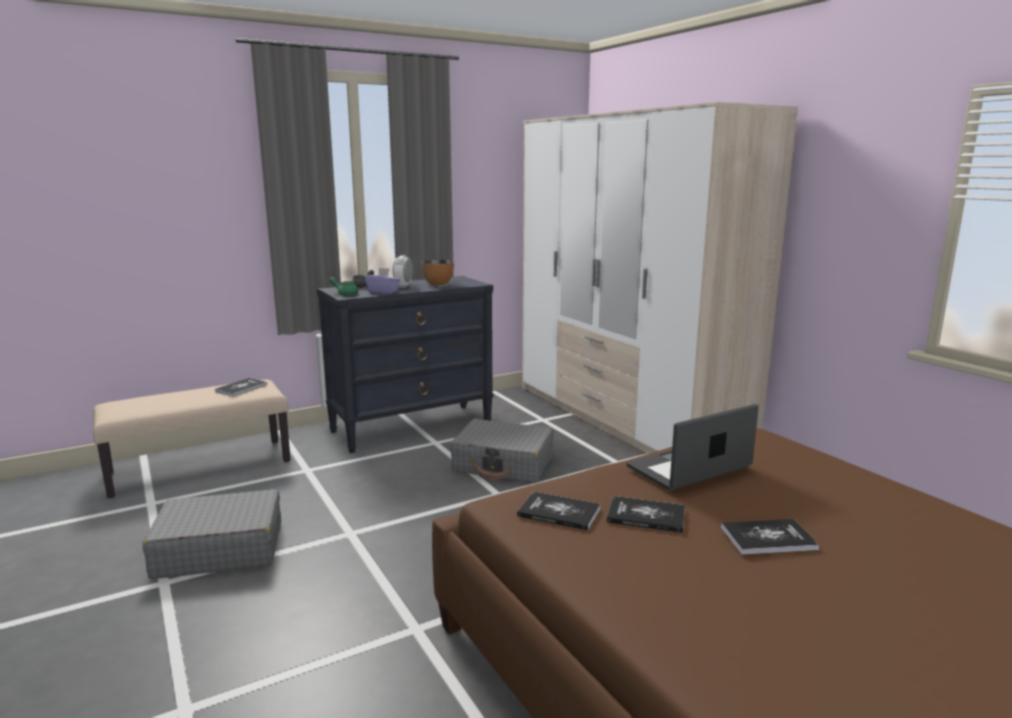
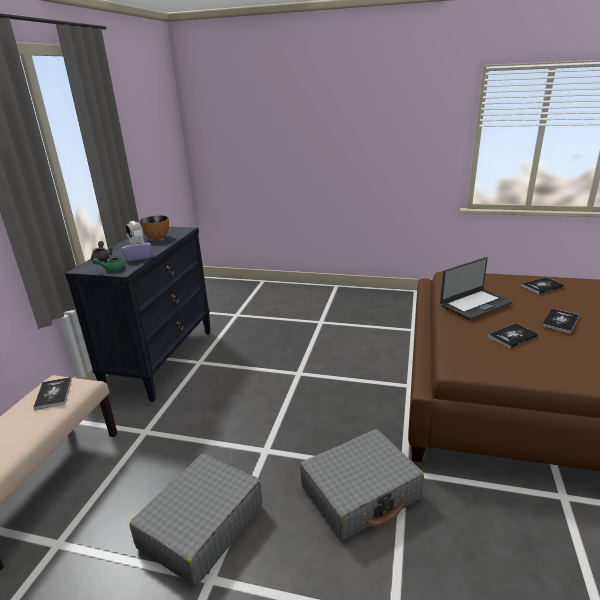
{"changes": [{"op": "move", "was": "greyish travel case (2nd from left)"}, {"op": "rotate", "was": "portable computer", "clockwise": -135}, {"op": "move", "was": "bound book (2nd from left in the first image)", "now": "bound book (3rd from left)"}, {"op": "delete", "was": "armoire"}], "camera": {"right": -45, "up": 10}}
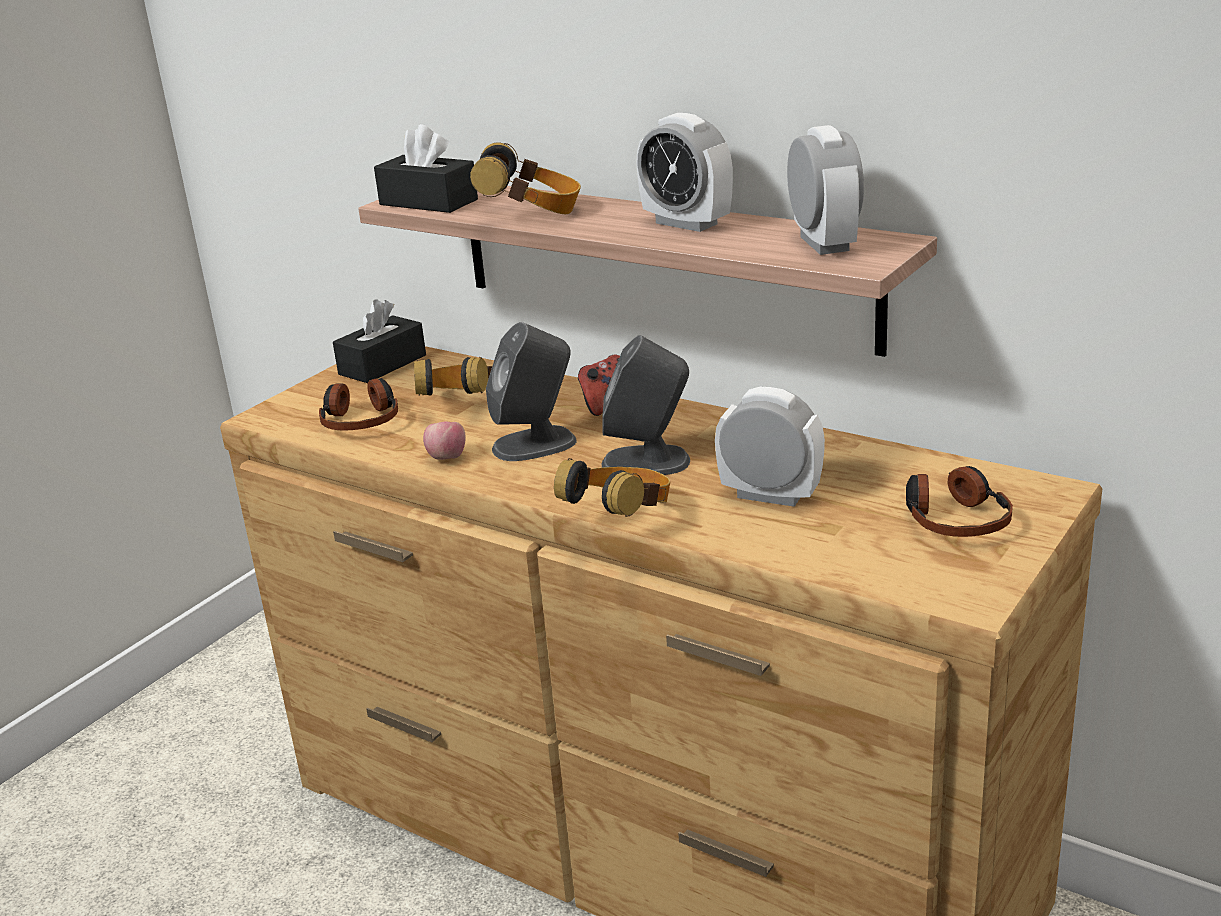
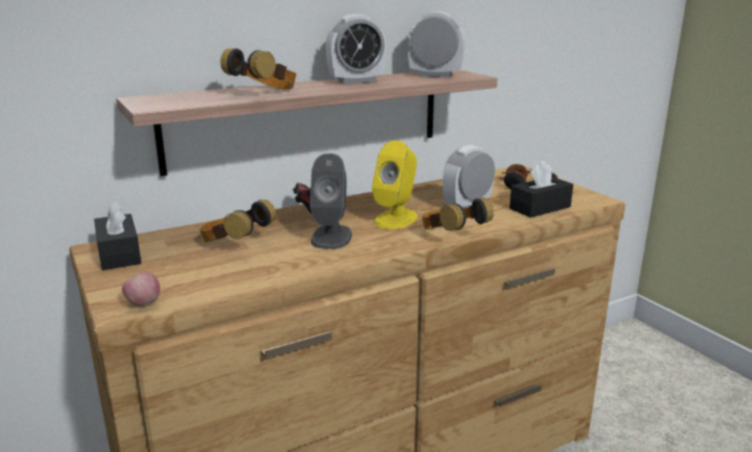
{"changes": [{"op": "move", "was": "apple fruit"}, {"op": "recolor", "was": "greyish speaker (2nd from left)", "now": "yellow speaker"}, {"op": "move", "was": "blackish tissue holder (2nd from left)"}, {"op": "delete", "was": "pair of headphones (1st from left)"}], "camera": {"right": -65, "up": -5}}
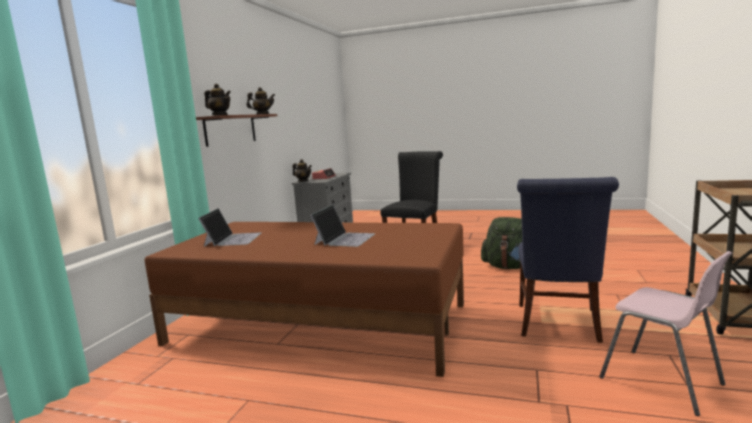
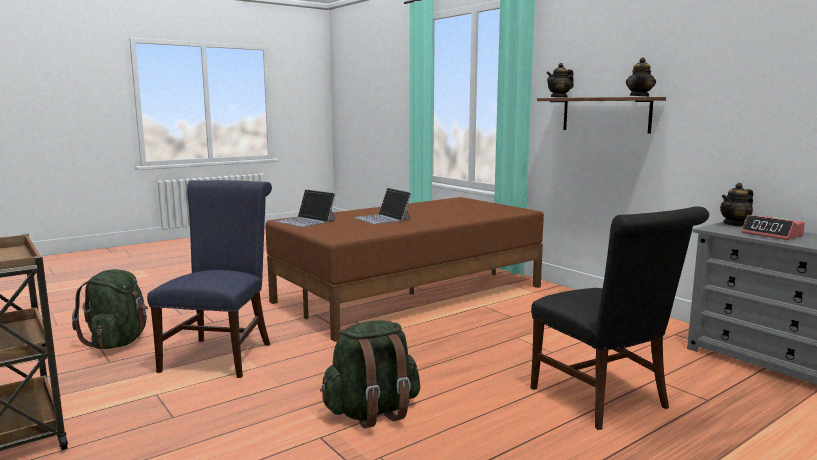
{"changes": [{"op": "replace", "was": "pinkish chair", "now": "green rucksack (1st from left)"}, {"op": "rotate", "was": "blue-coloured chair", "clockwise": 45}, {"op": "move", "was": "portable computer (1st from left)"}], "camera": {"right": 125, "up": 0}}
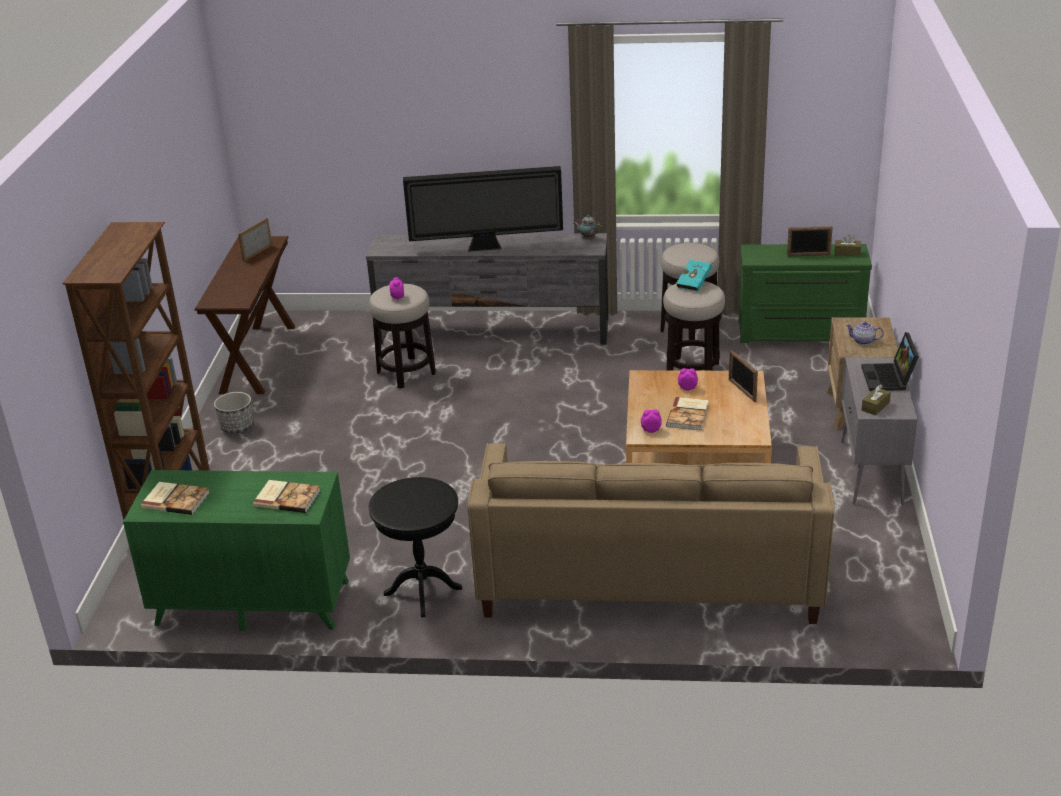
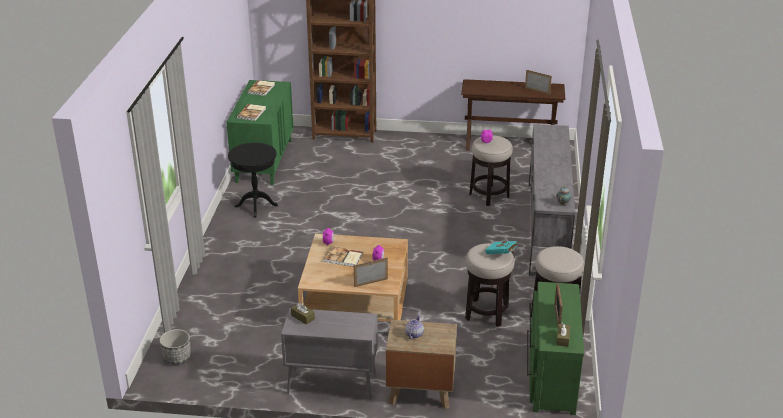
{"changes": [{"op": "move", "was": "plant pot"}, {"op": "delete", "was": "TV"}, {"op": "delete", "was": "beige-coloured sofa"}, {"op": "delete", "was": "portable computer"}], "camera": {"right": 90, "up": 0}}
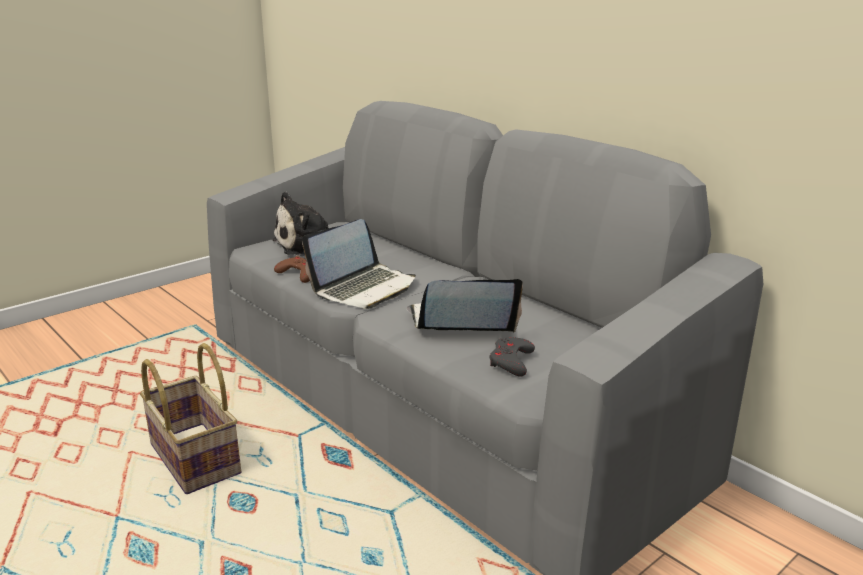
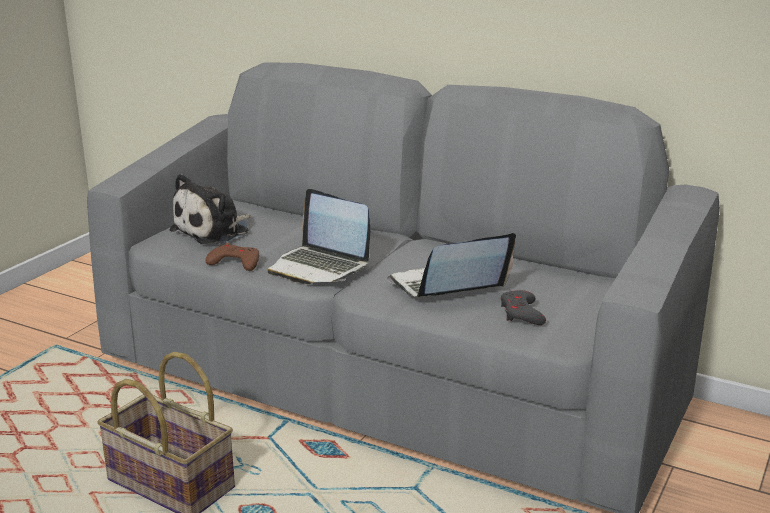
{"changes": [{"op": "rotate", "was": "portable computer (1st from left)", "clockwise": 105}], "camera": {"right": -20, "up": 0}}
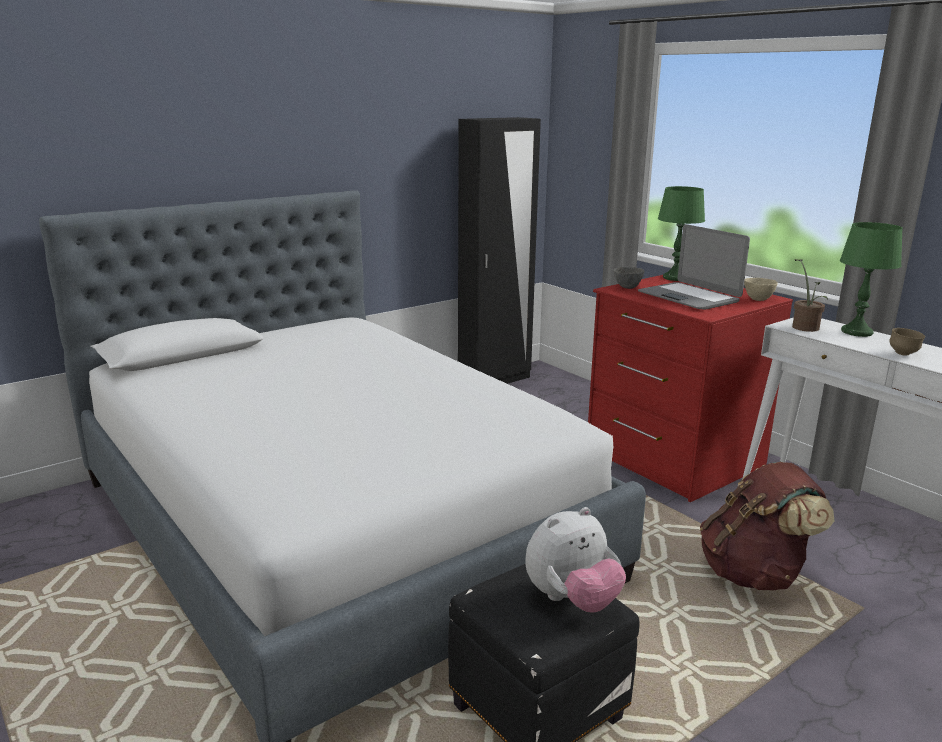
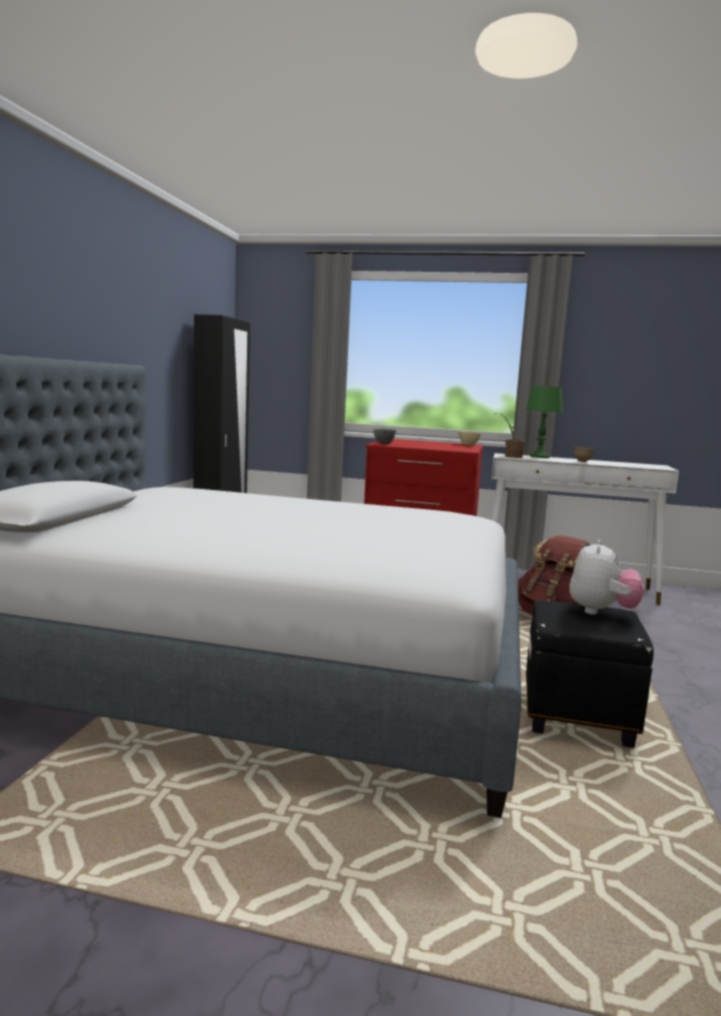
{"changes": [{"op": "delete", "was": "portable computer"}, {"op": "delete", "was": "green lamp for a table (1st from left)"}], "camera": {"right": -40, "up": -10}}
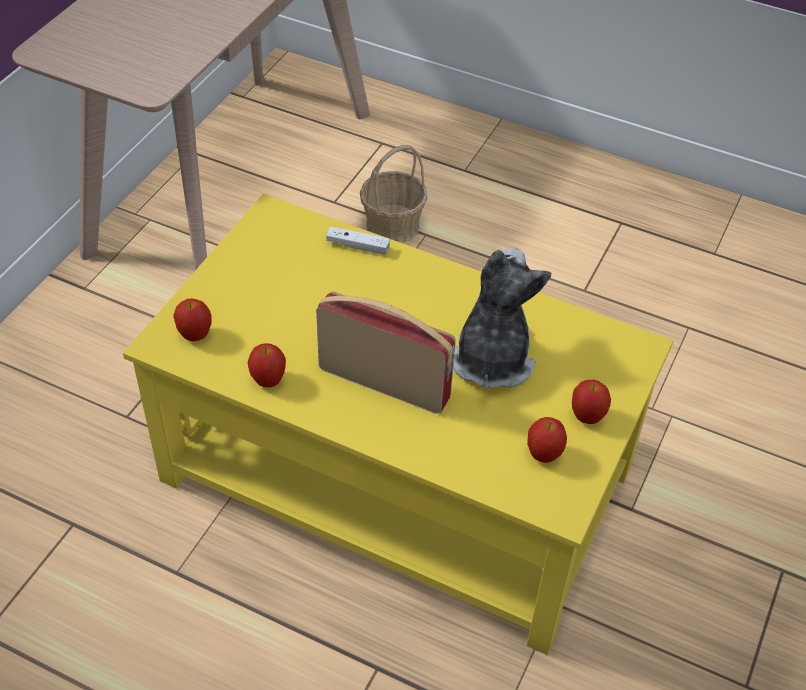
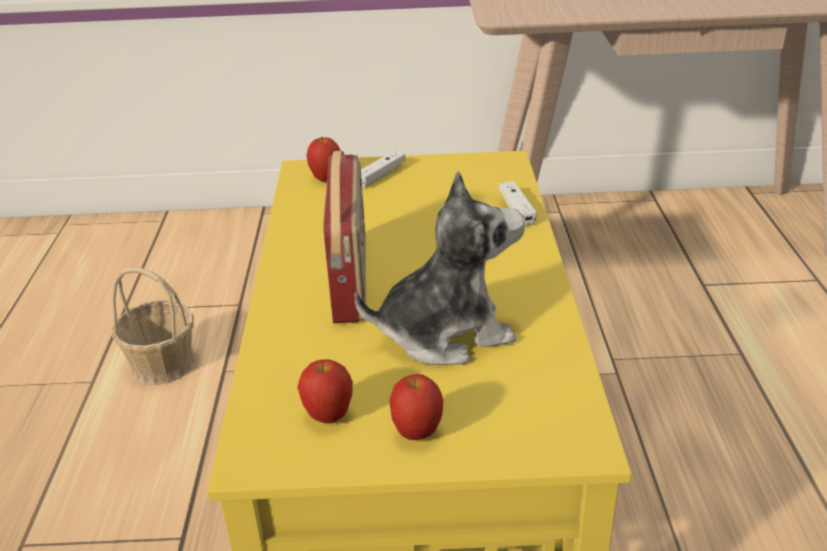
{"changes": [{"op": "move", "was": "basket"}, {"op": "insert", "now": "white gamepad (1st from left)"}, {"op": "delete", "was": "apple fruit (2nd from left)"}], "camera": {"right": 65, "up": -15}}
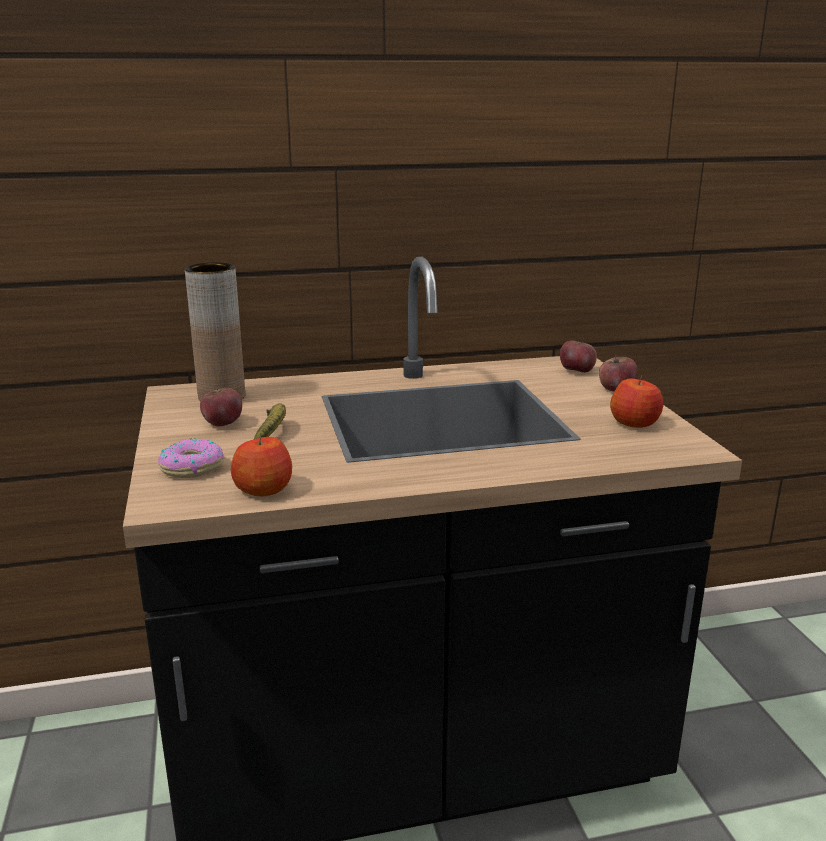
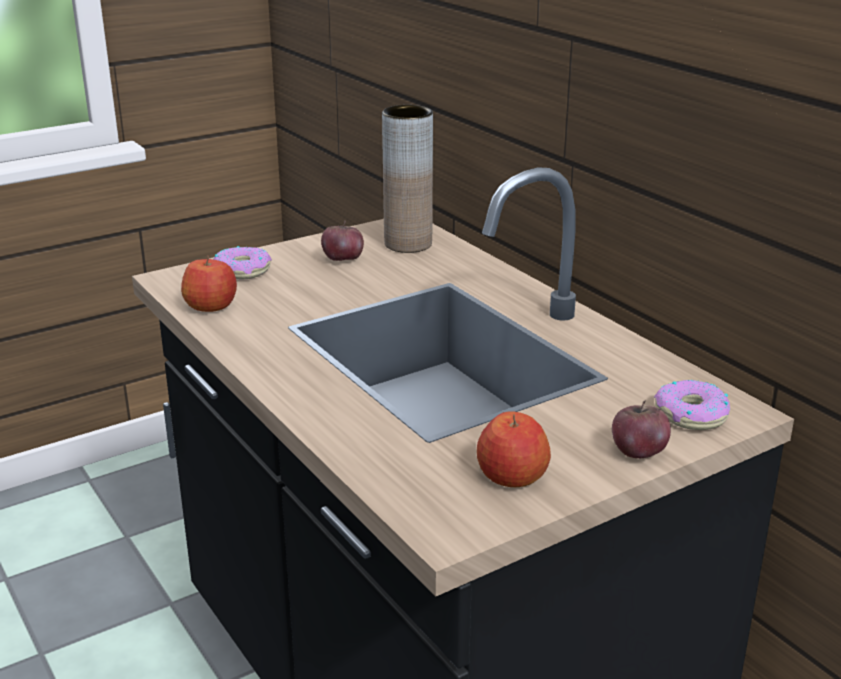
{"changes": [{"op": "replace", "was": "apple fruit (3rd from left)", "now": "ring doughnut (2nd from left)"}, {"op": "delete", "was": "banana fruit"}], "camera": {"right": 70, "up": 5}}
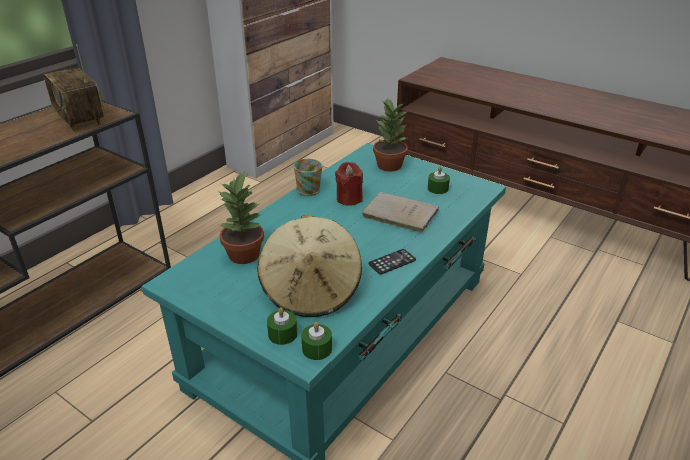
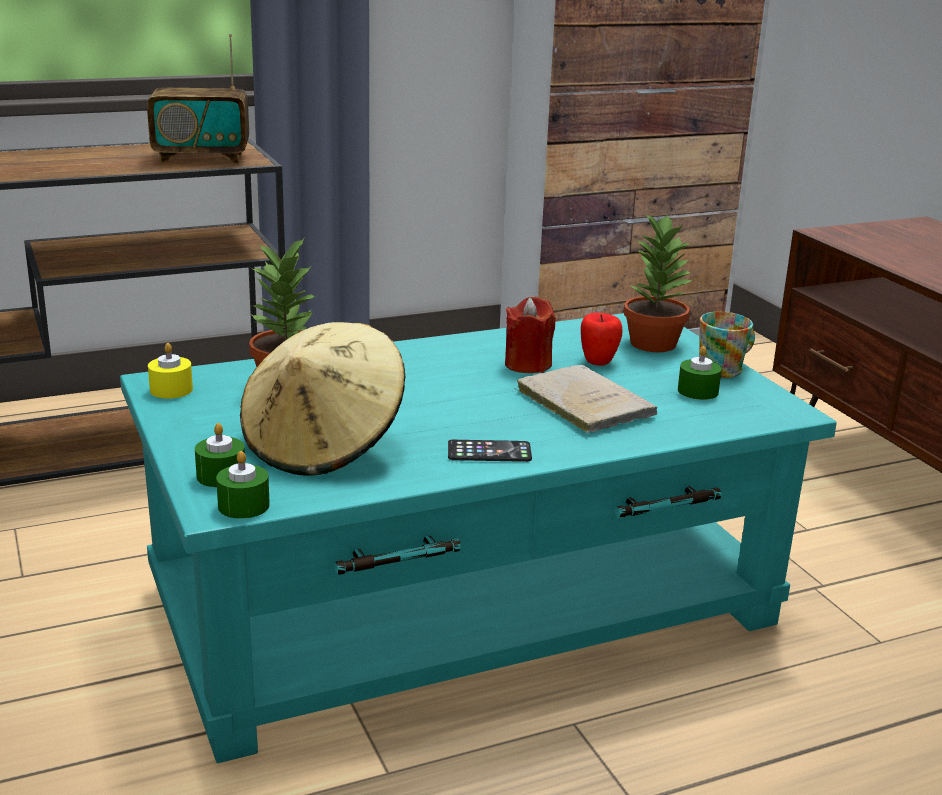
{"changes": [{"op": "rotate", "was": "radio set", "clockwise": -90}, {"op": "insert", "now": "yellow wax candle"}, {"op": "insert", "now": "apple fruit"}, {"op": "move", "was": "mug"}], "camera": {"right": 30, "up": -10}}
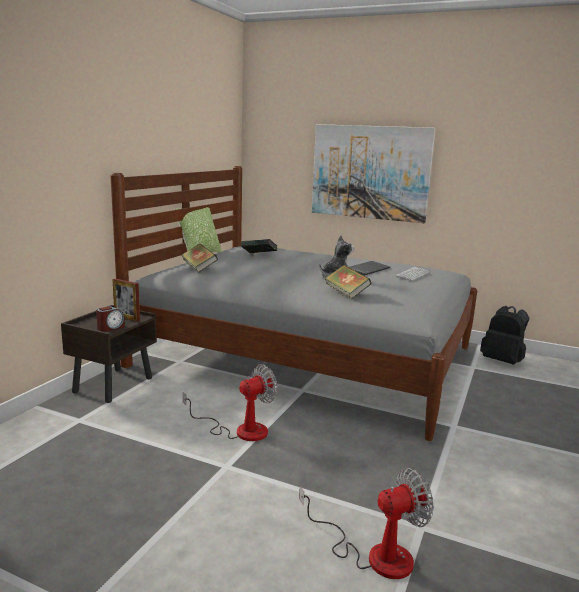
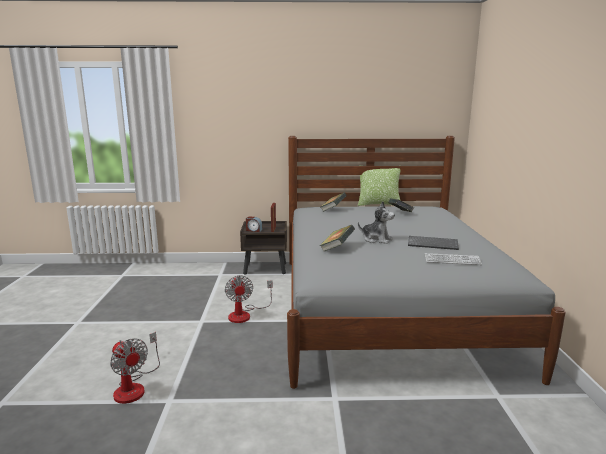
{"changes": [{"op": "rotate", "was": "fan (1st from left in the first image)", "clockwise": 45}, {"op": "delete", "was": "picture"}, {"op": "delete", "was": "blackish rucksack"}], "camera": {"right": 65, "up": 0}}
